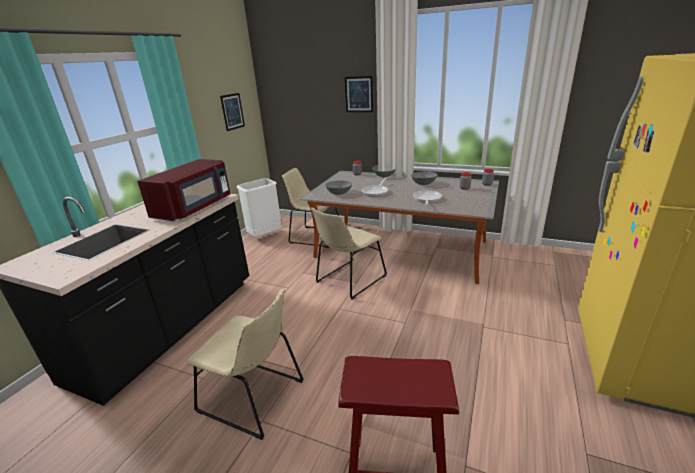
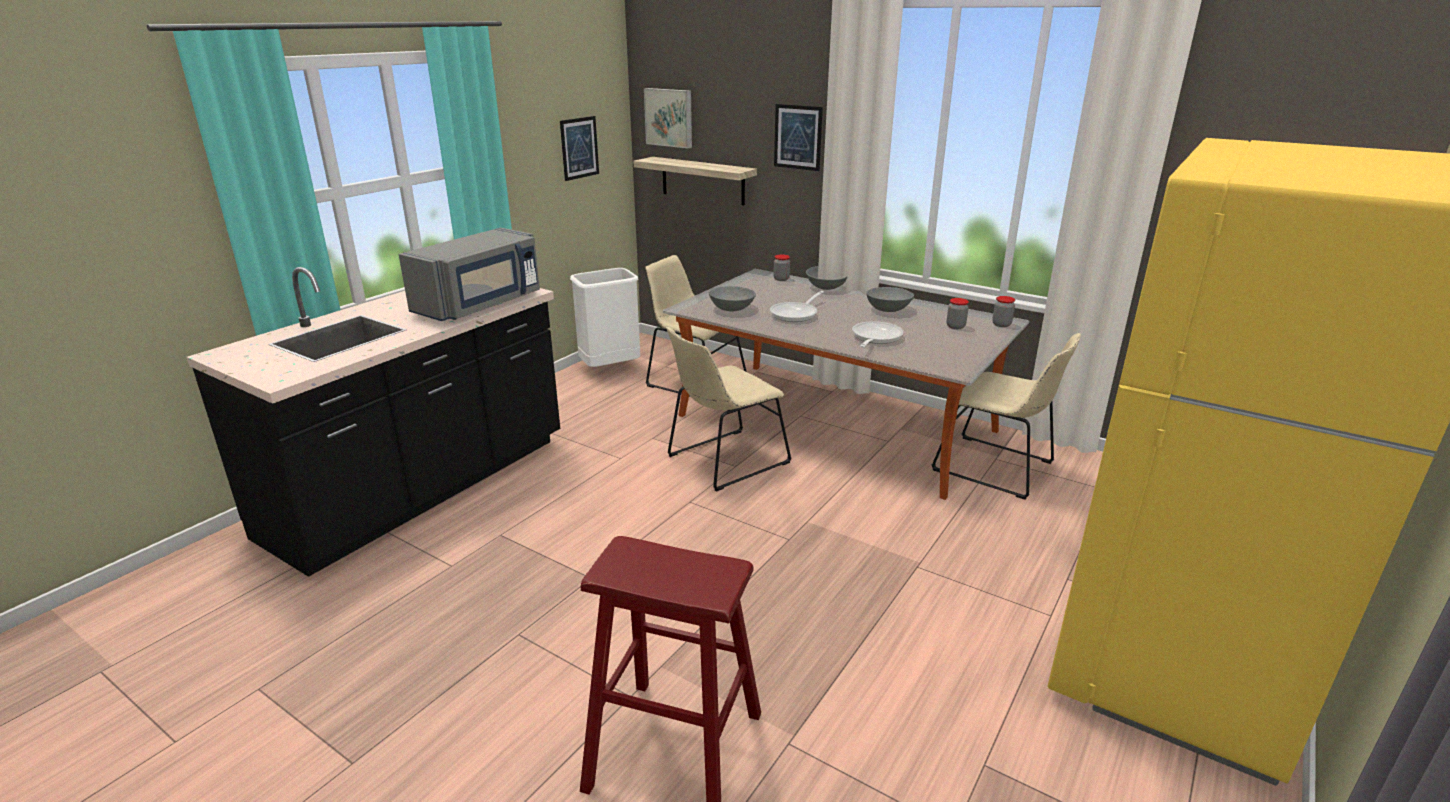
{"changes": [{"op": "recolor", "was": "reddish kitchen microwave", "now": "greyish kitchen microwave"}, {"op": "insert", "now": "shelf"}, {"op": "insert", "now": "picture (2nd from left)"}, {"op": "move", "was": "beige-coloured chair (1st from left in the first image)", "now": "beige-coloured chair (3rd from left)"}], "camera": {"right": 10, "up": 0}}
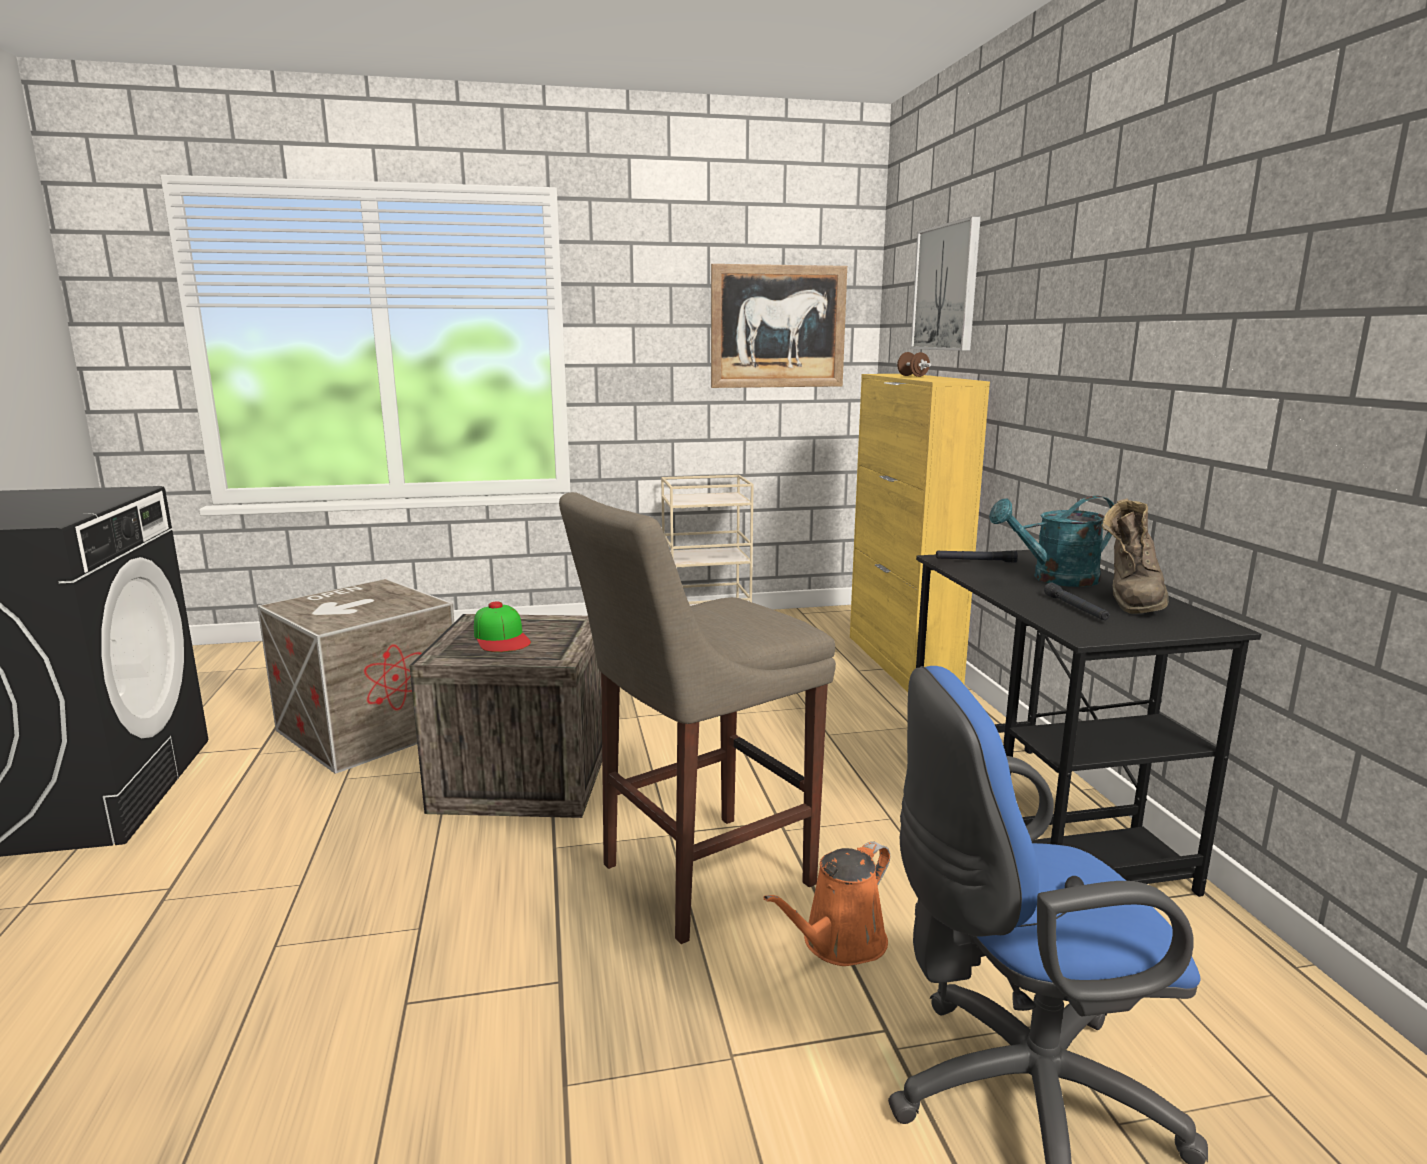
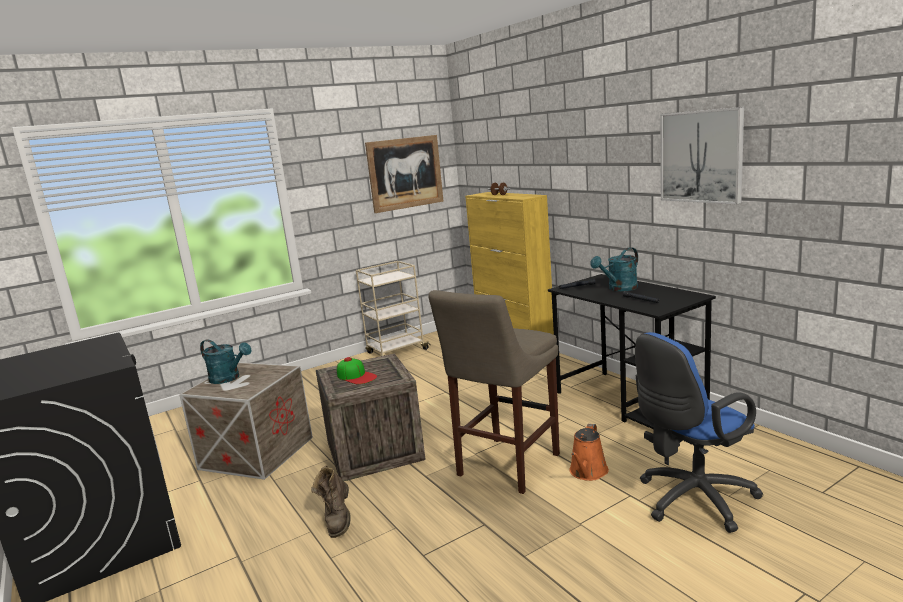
{"changes": [{"op": "insert", "now": "turquoise sprinkling can (1st from left)"}, {"op": "move", "was": "brownish tall boot"}, {"op": "move", "was": "picture (2nd from left)"}], "camera": {"right": -20, "up": 0}}
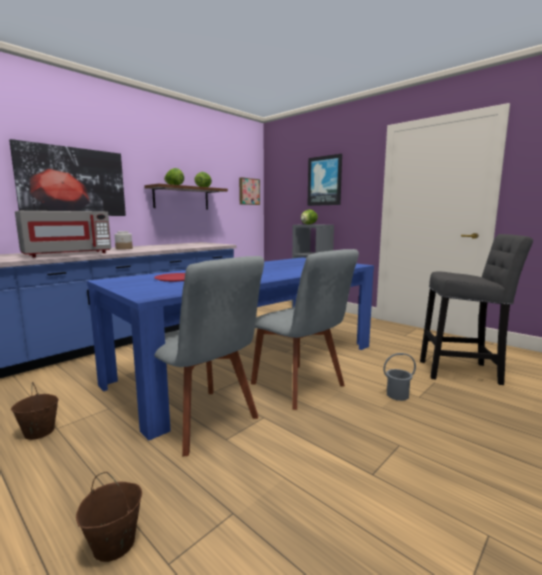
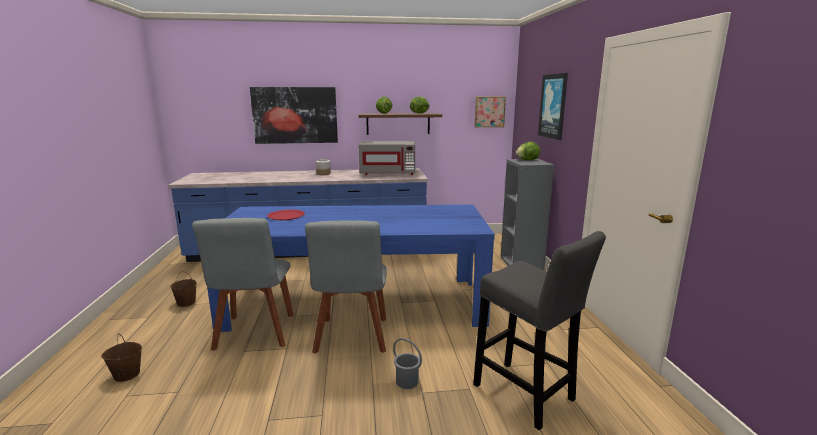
{"changes": [{"op": "move", "was": "greyish kitchen microwave"}], "camera": {"right": 40, "up": 5}}
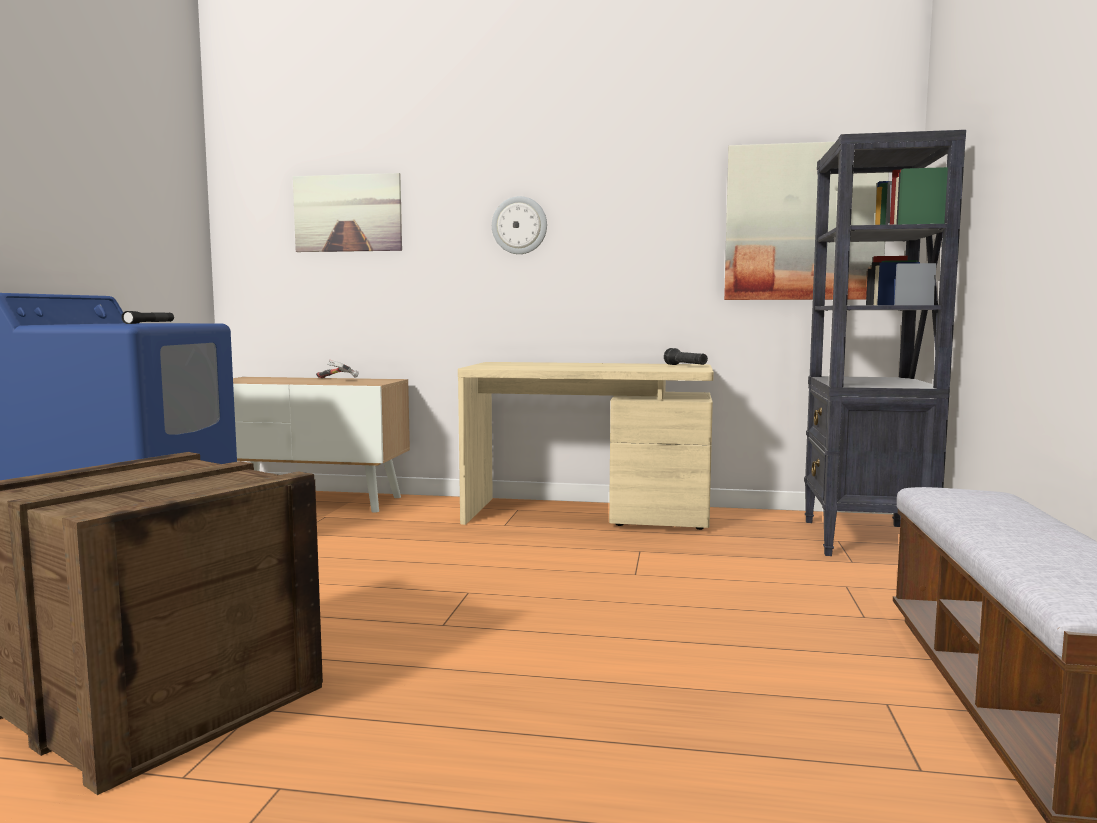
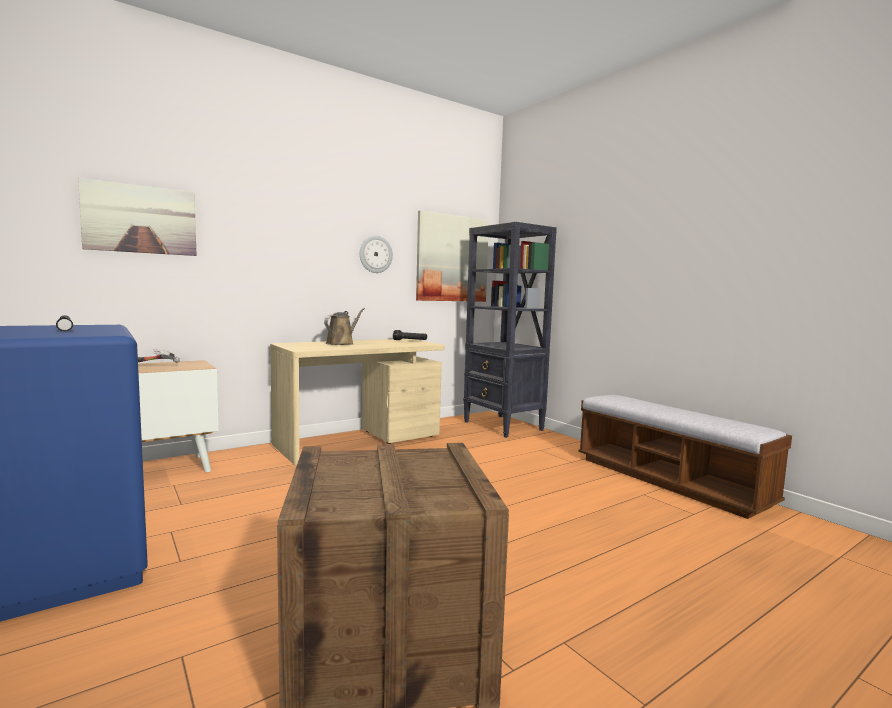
{"changes": [{"op": "insert", "now": "brownish sprinkling can"}, {"op": "move", "was": "hanging clock"}], "camera": {"right": -45, "up": 0}}
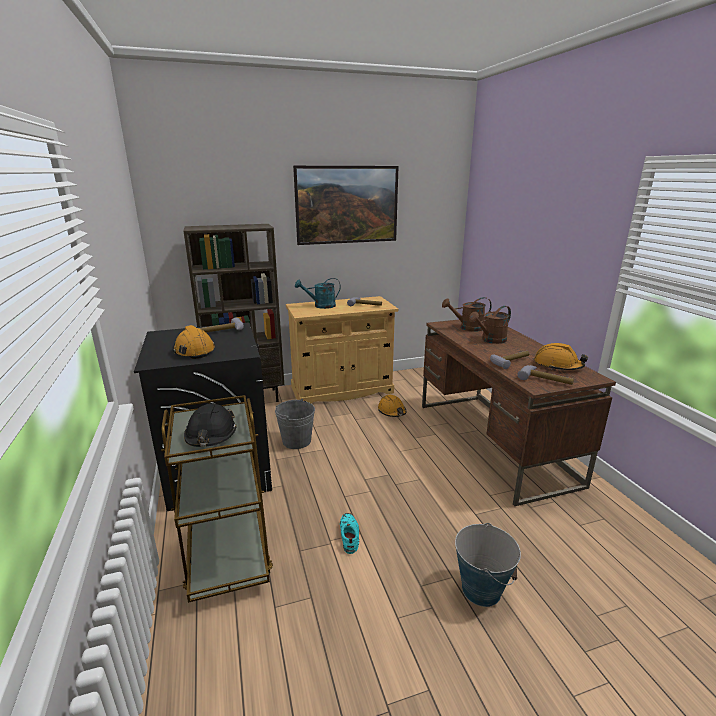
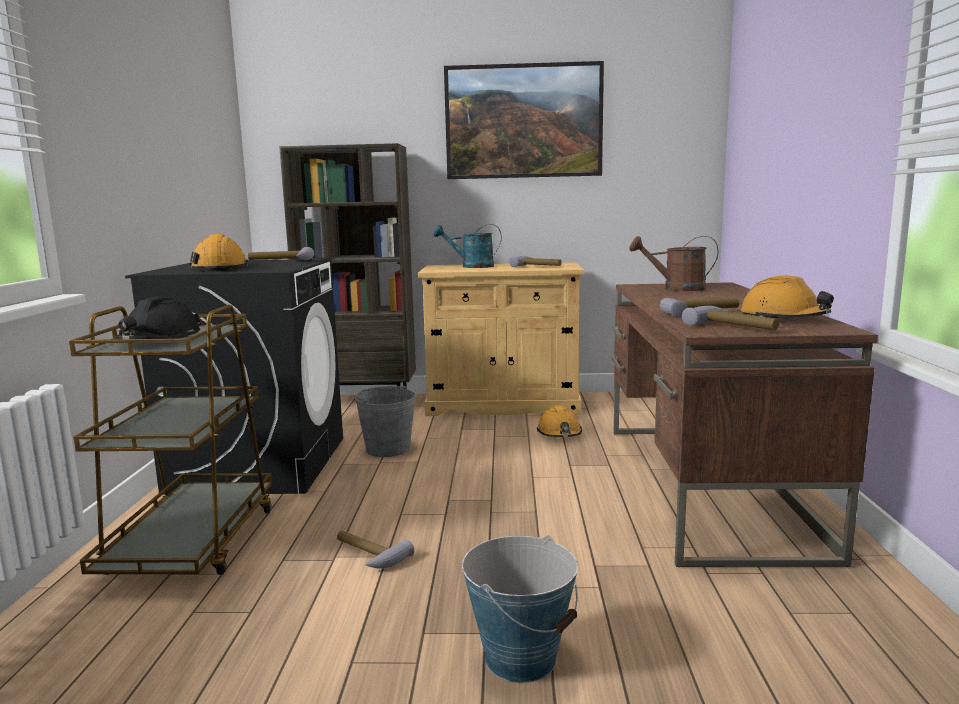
{"changes": [{"op": "replace", "was": "turquoise low shoe", "now": "hand hammer (2nd from left)"}, {"op": "delete", "was": "brownish sprinkling can (2nd from left)"}], "camera": {"right": 20, "up": -10}}
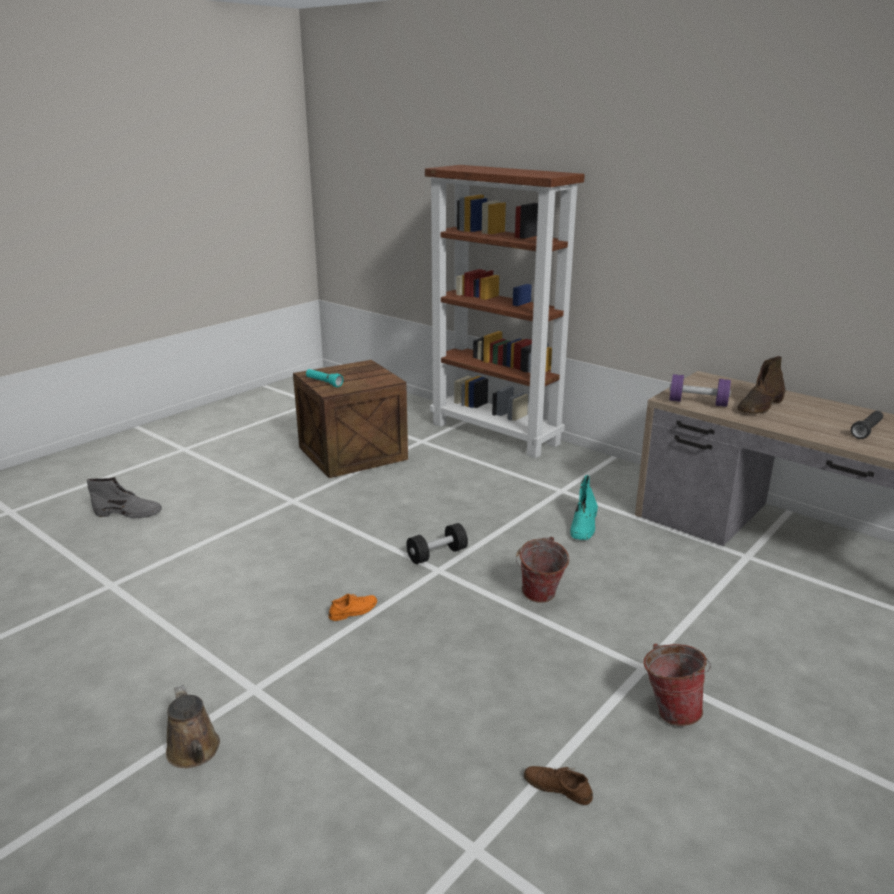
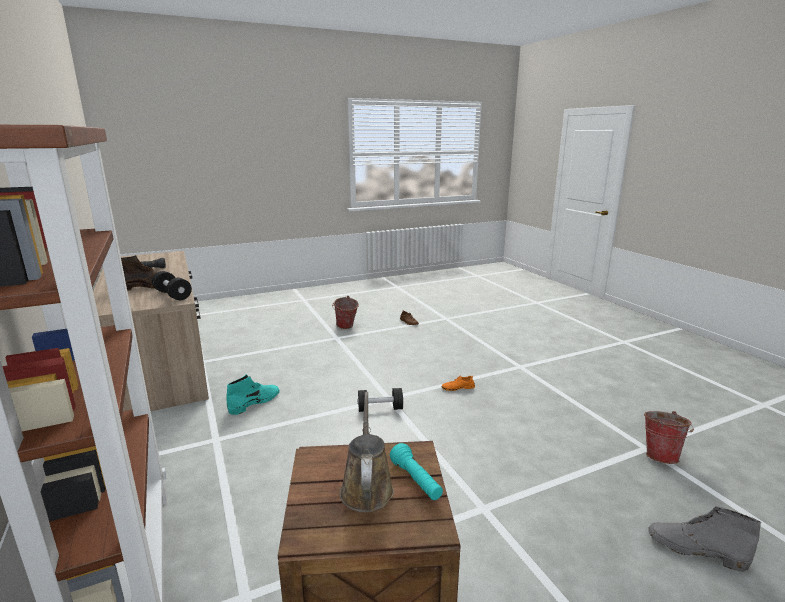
{"changes": [{"op": "recolor", "was": "purple-coloured hand weight", "now": "blackish hand weight (1st from left)"}, {"op": "move", "was": "brownish sprinkling can"}, {"op": "move", "was": "bucket (1st from left in the first image)", "now": "bucket (2nd from left)"}], "camera": {"right": -155, "up": -5}}
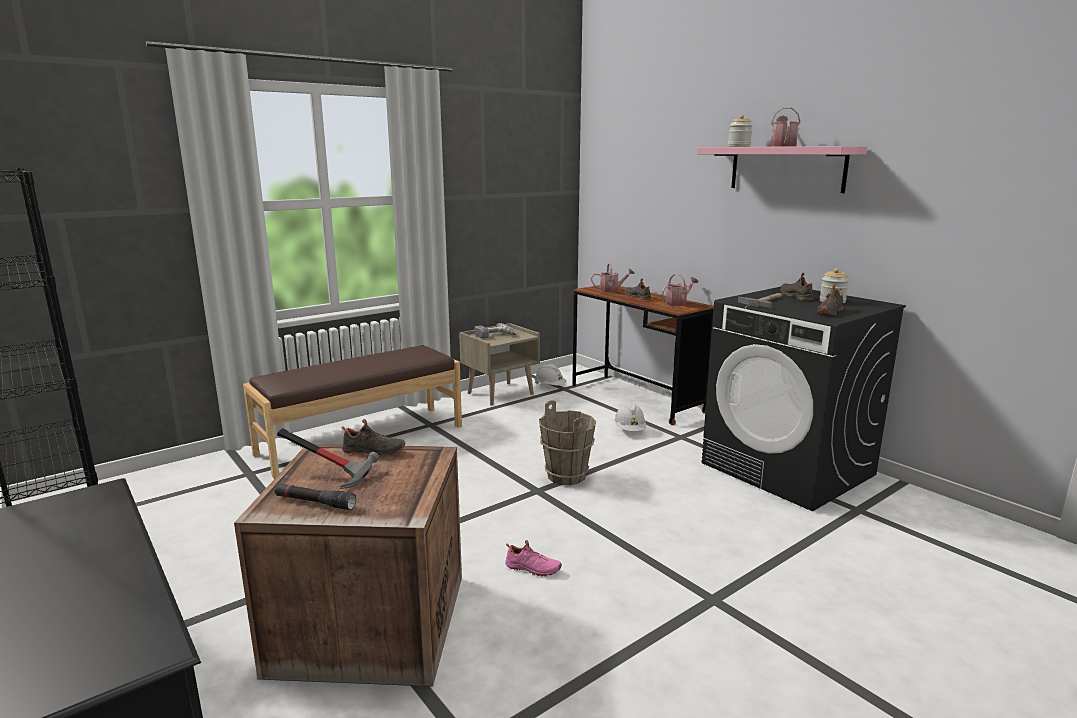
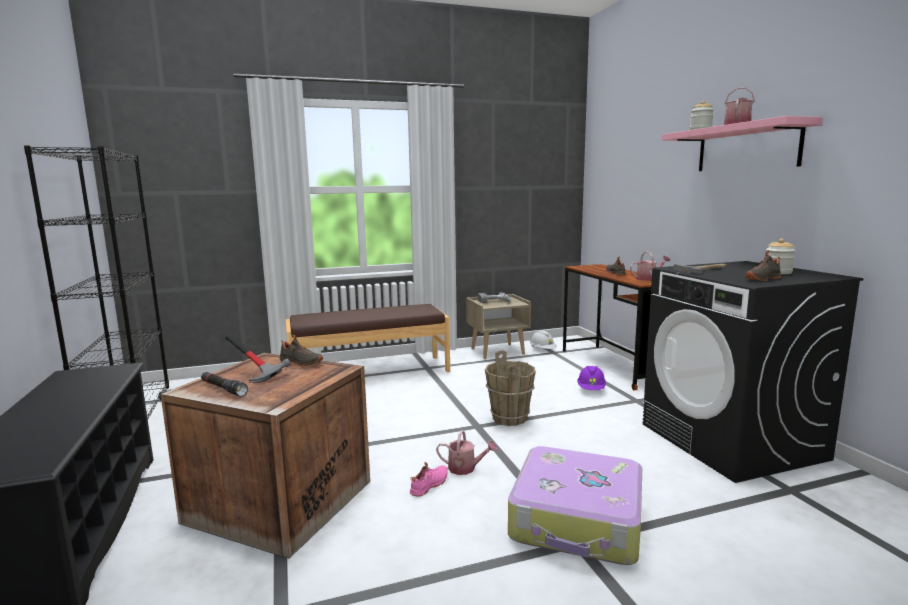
{"changes": [{"op": "rotate", "was": "pinkish low shoe", "clockwise": -90}, {"op": "move", "was": "sprinkling can (1st from left)"}, {"op": "insert", "now": "travel case"}, {"op": "recolor", "was": "white hard hat (2nd from left)", "now": "purple-coloured hard hat"}, {"op": "delete", "was": "blackish low shoe (3rd from left)"}], "camera": {"right": 20, "up": -5}}
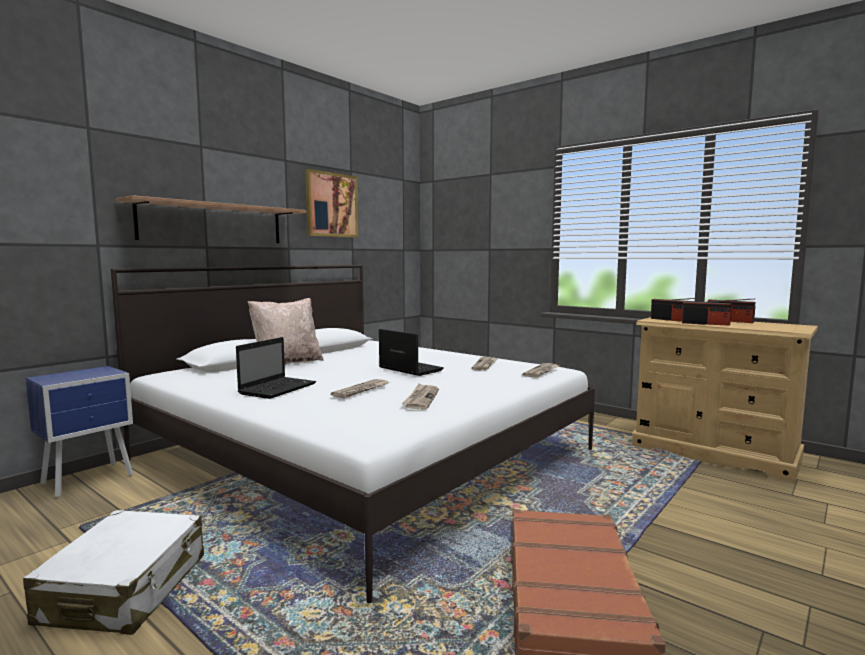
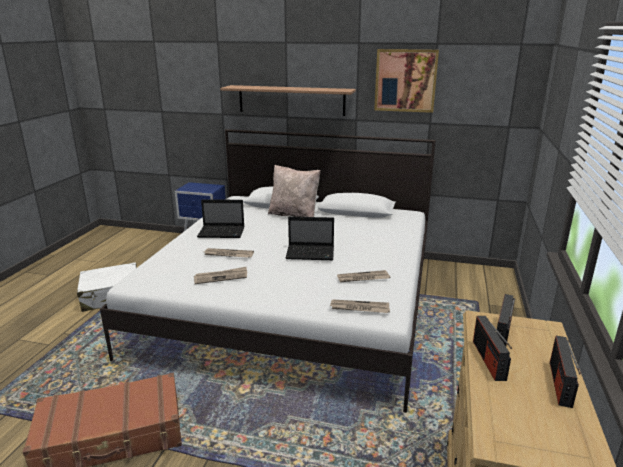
{"changes": [{"op": "rotate", "was": "portable computer (2nd from left)", "clockwise": 75}], "camera": {"right": 65, "up": 15}}
